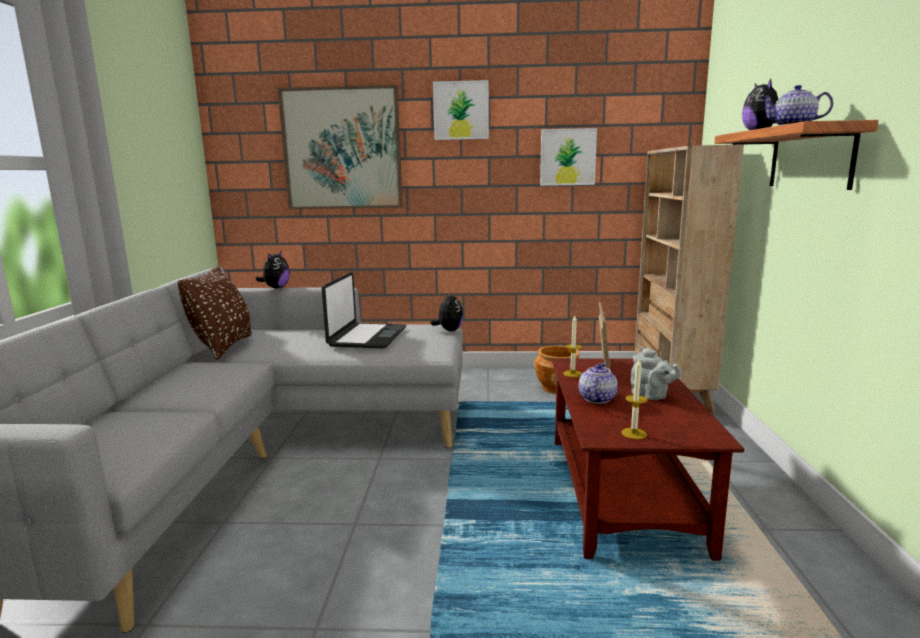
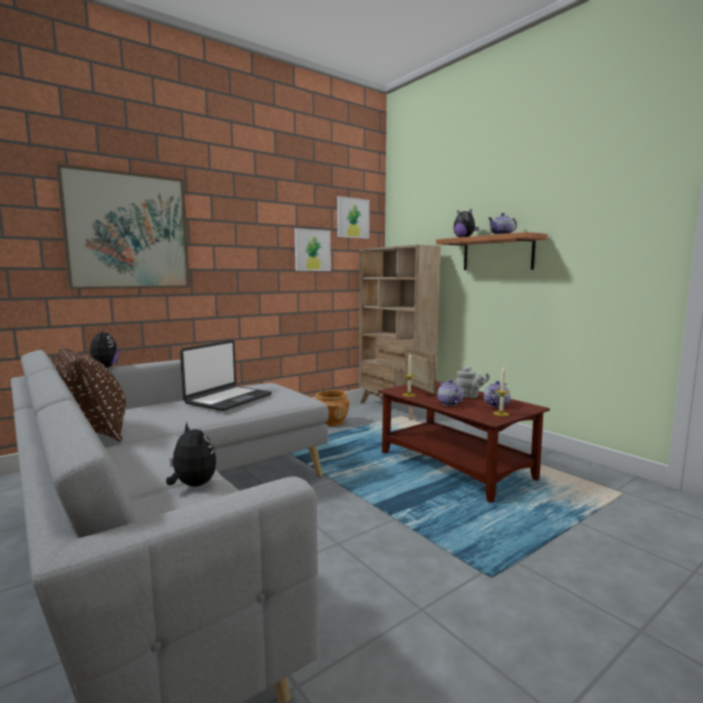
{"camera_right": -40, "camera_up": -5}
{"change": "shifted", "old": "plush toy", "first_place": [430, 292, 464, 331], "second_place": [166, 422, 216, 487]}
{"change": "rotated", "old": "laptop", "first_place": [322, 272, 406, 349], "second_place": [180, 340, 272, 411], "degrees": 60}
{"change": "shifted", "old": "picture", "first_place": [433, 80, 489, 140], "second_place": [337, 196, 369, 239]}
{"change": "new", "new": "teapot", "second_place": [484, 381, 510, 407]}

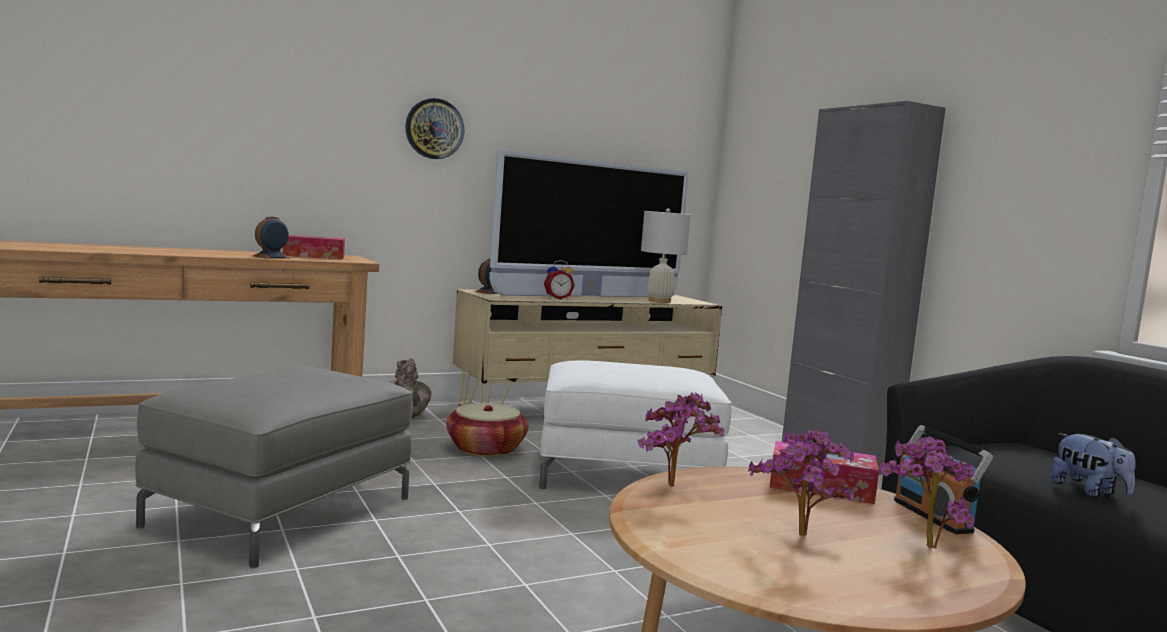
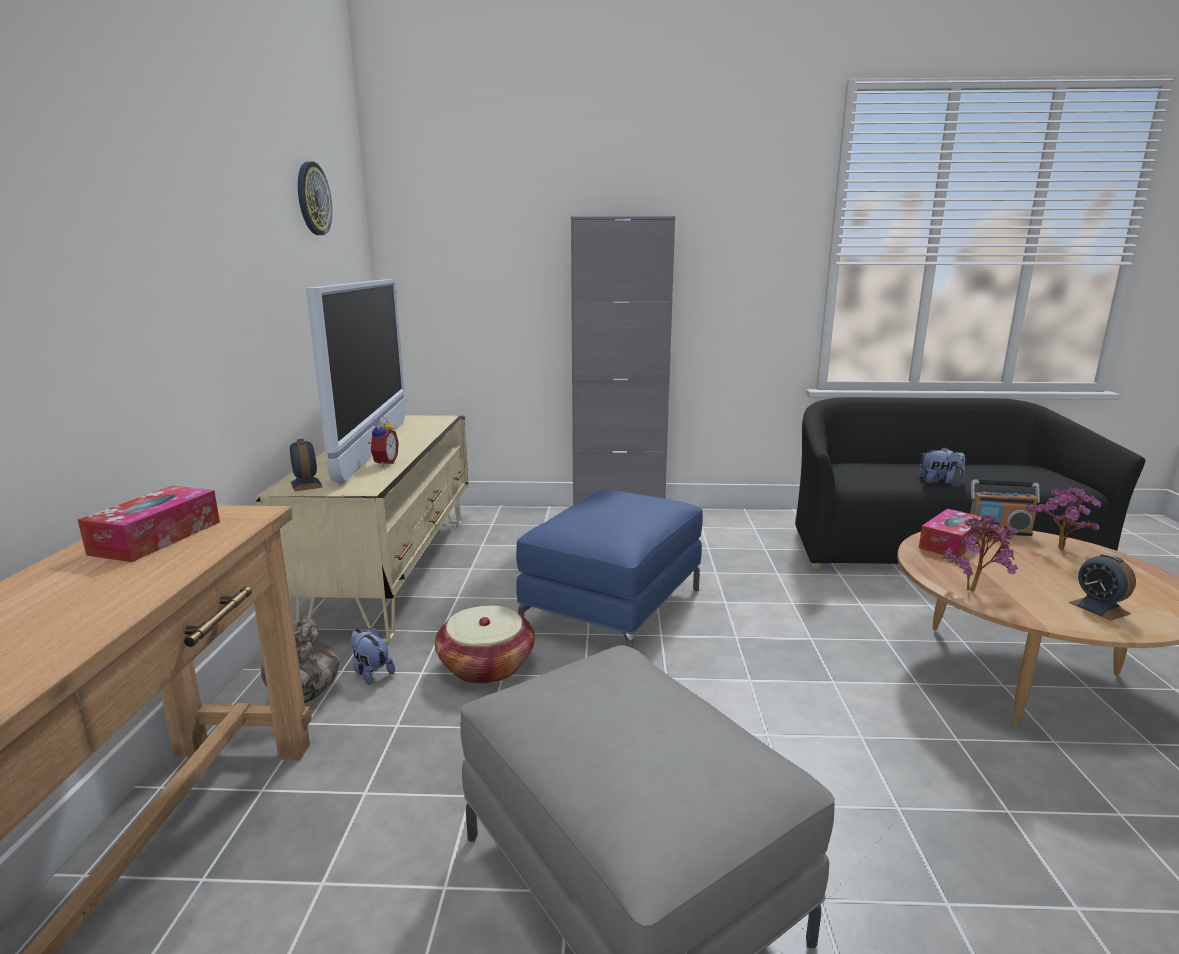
{"camera_right": -60, "camera_up": 10}
{"change": "shifted", "old": "wall clock", "first_place": [405, 98, 464, 159], "second_place": [298, 161, 332, 235]}
{"change": "new", "new": "plush toy", "second_place": [350, 627, 395, 685]}
{"change": "repainted", "old": "white ottoman", "new": "blue ottoman", "first_place": [539, 360, 731, 490], "second_place": [516, 489, 703, 649]}
{"change": "shifted", "old": "alarm clock", "first_place": [253, 217, 290, 258], "second_place": [1069, 553, 1136, 621]}
{"change": "gone", "old": "white table lamp", "first_place": [641, 209, 691, 303]}
{"change": "gone", "old": "potted plant", "first_place": [748, 430, 854, 536]}

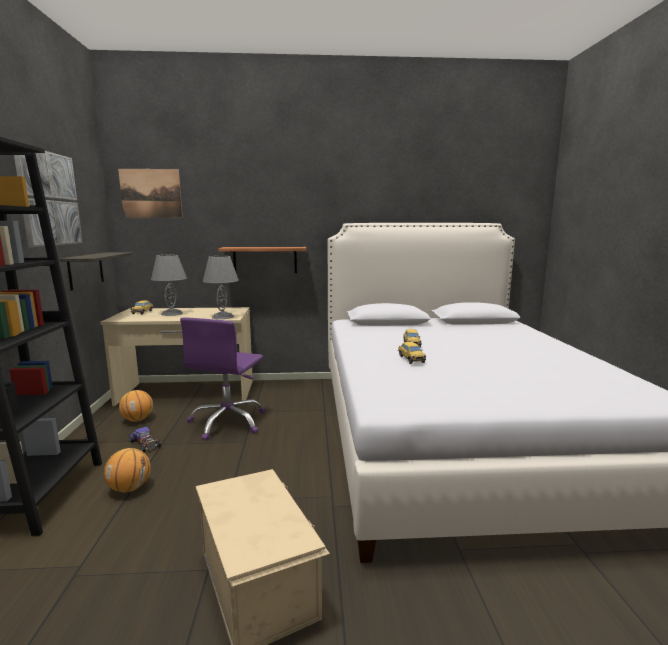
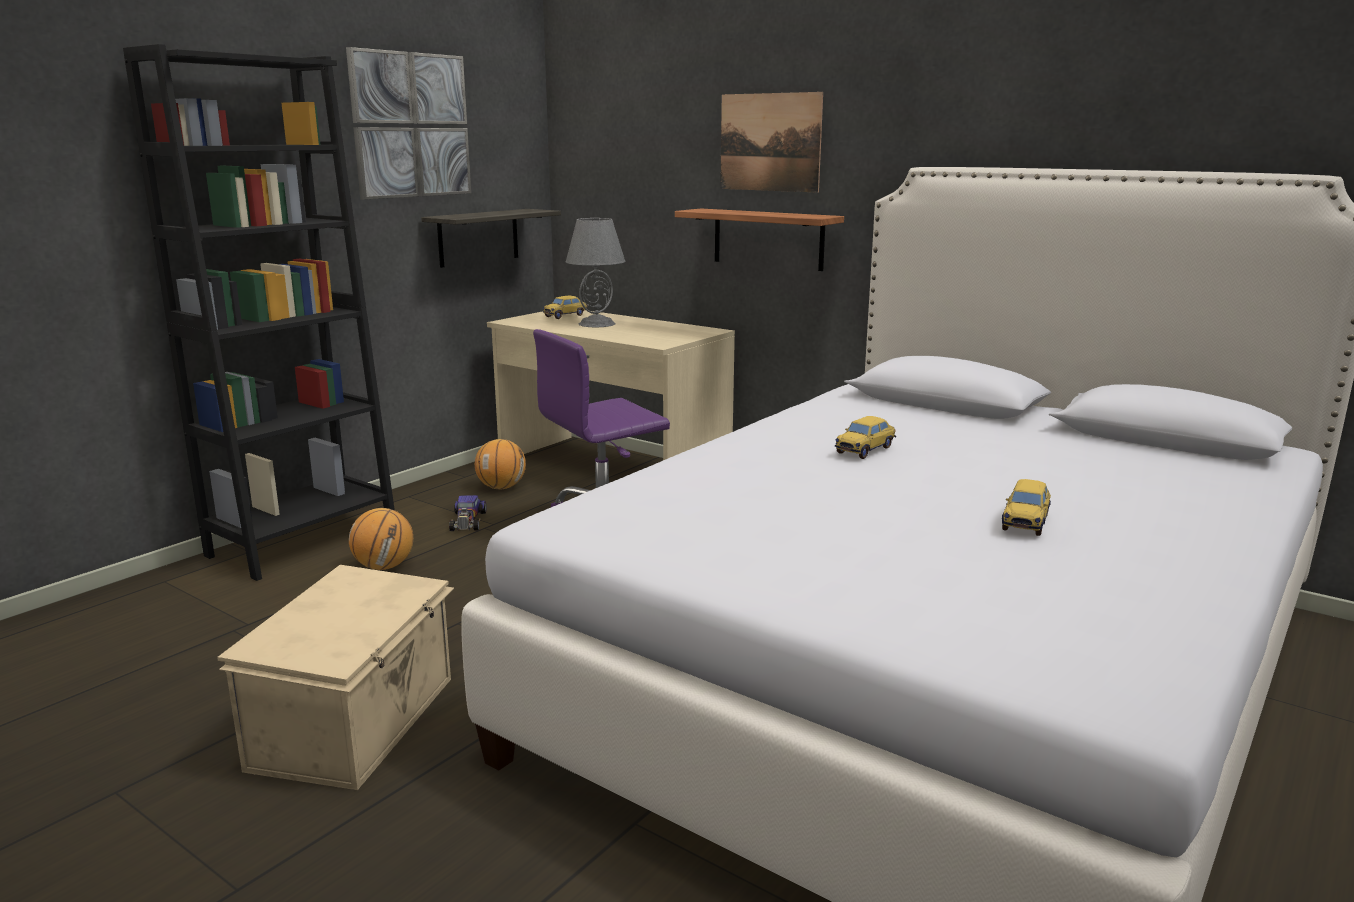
{"camera_right": 40, "camera_up": 5}
{"change": "shifted", "old": "picture", "first_place": [118, 169, 183, 218], "second_place": [720, 92, 823, 193]}
{"change": "shifted", "old": "toy car", "first_place": [398, 342, 426, 364], "second_place": [1002, 479, 1051, 536]}
{"change": "gone", "old": "grey table lamp", "first_place": [203, 256, 239, 319]}

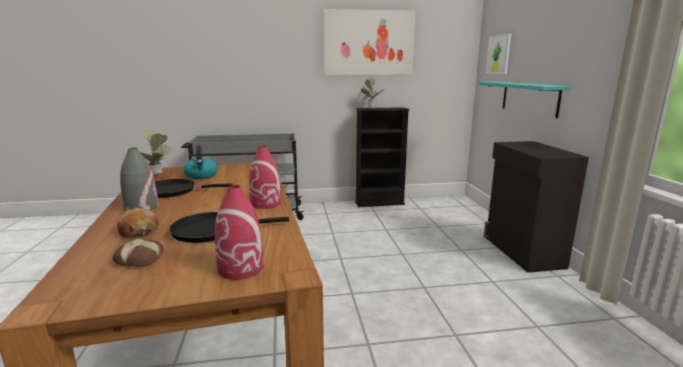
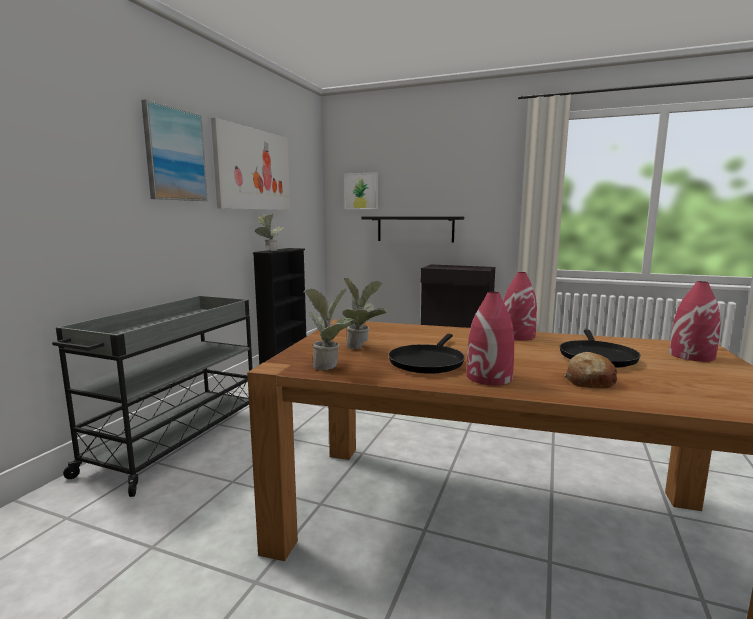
{"camera_right": -60, "camera_up": -5}
{"change": "new", "new": "picture", "second_place": [141, 99, 208, 201]}
{"change": "swapped", "old": "kettle", "new": "potted plant", "first_place": [183, 145, 218, 179], "second_place": [342, 278, 387, 349]}
{"change": "repainted", "old": "turquoise shelf", "new": "black shelf", "first_place": [479, 82, 571, 118], "second_place": [361, 217, 464, 243]}
{"change": "repainted", "old": "grey vase", "new": "red vase", "first_place": [120, 148, 158, 211], "second_place": [467, 292, 514, 385]}
{"change": "gone", "old": "bread", "first_place": [113, 239, 164, 267]}

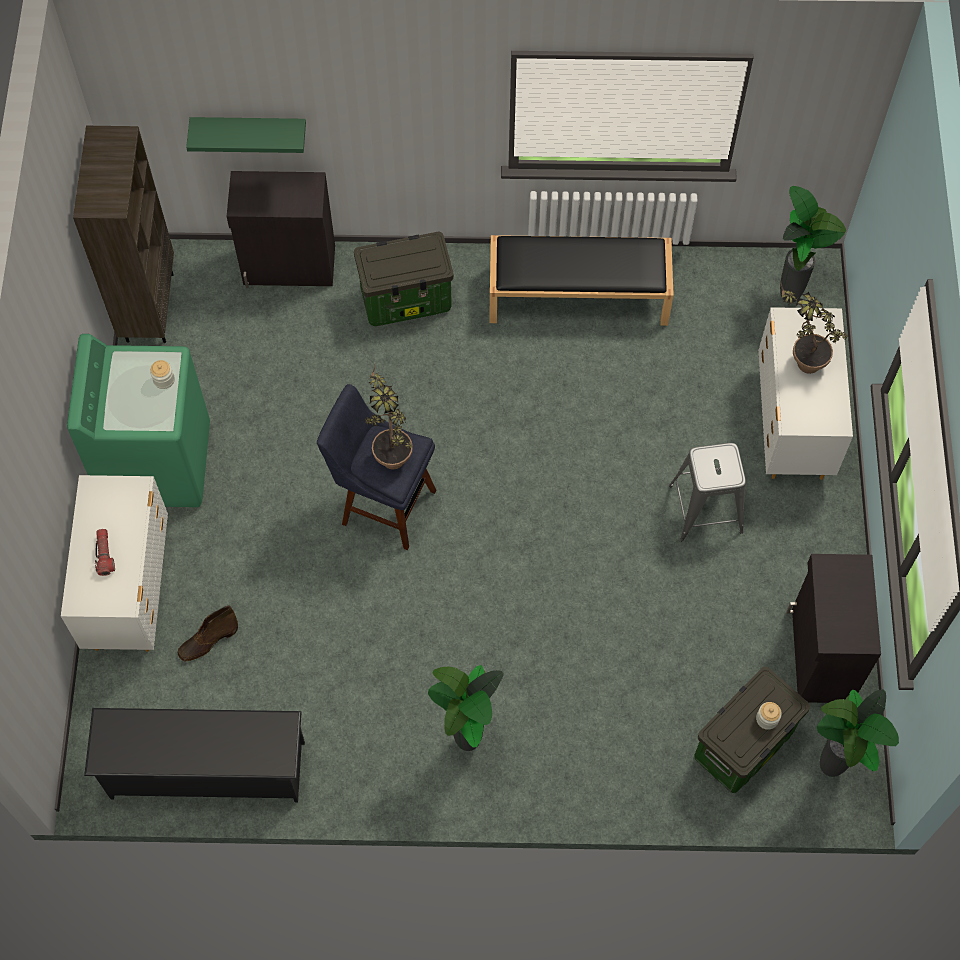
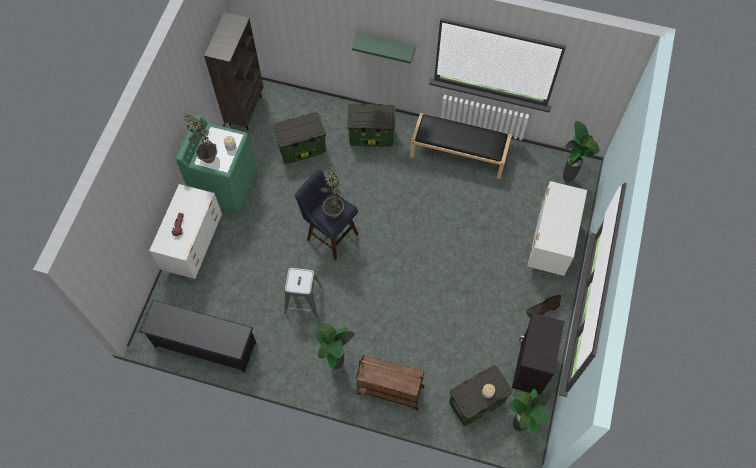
{"camera_right": 15, "camera_up": 0}
{"change": "shifted", "old": "potted plant", "first_place": [781, 283, 848, 374], "second_place": [184, 112, 217, 163]}
{"change": "new", "new": "storage box", "second_place": [273, 112, 326, 164]}
{"change": "shifted", "old": "grey stool", "first_place": [669, 443, 746, 541], "second_place": [284, 268, 323, 318]}
{"change": "shifted", "old": "green shelf", "first_place": [186, 117, 306, 153], "second_place": [352, 33, 416, 64]}
{"change": "new", "new": "brown cart", "second_place": [356, 355, 425, 410]}
{"change": "shifted", "old": "brown boot", "first_place": [178, 606, 238, 662], "second_place": [527, 295, 561, 317]}
{"change": "gone", "old": "black cabinet", "first_place": [226, 171, 335, 288]}

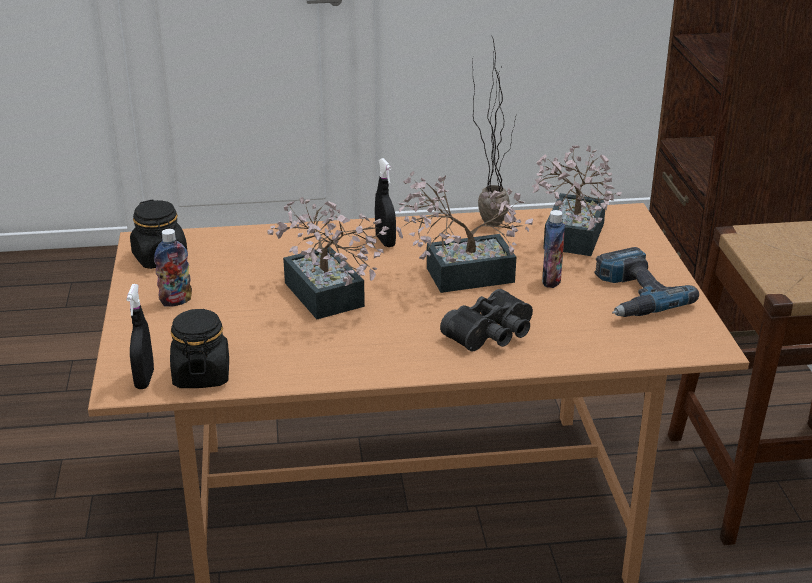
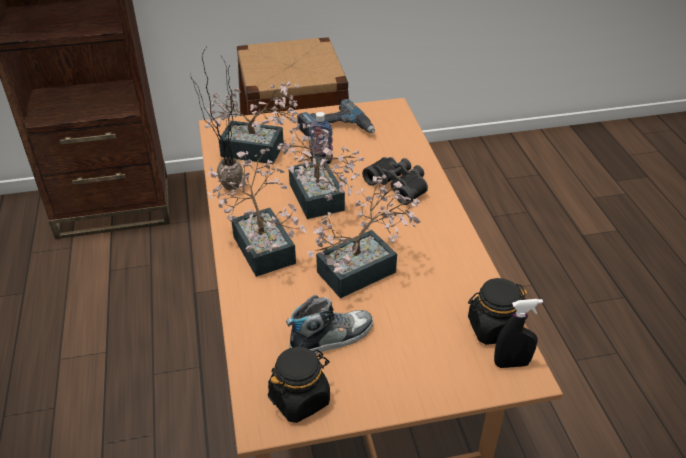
{"camera_right": -95, "camera_up": 10}
{"change": "swapped", "old": "black spray bottle", "new": "potted plant", "first_place": [375, 158, 396, 247], "second_place": [206, 148, 306, 277]}
{"change": "new", "new": "shoe", "second_place": [286, 295, 373, 354]}
{"change": "gone", "old": "bottle", "first_place": [154, 229, 192, 307]}

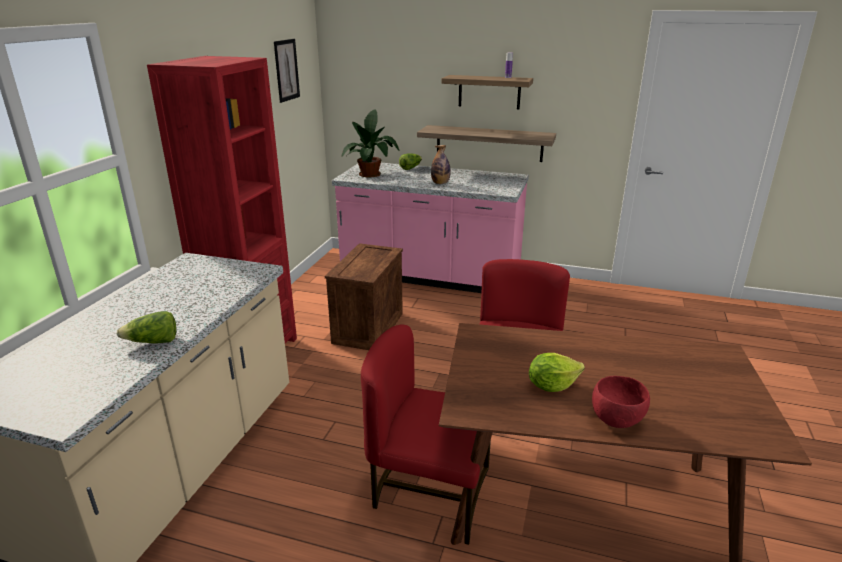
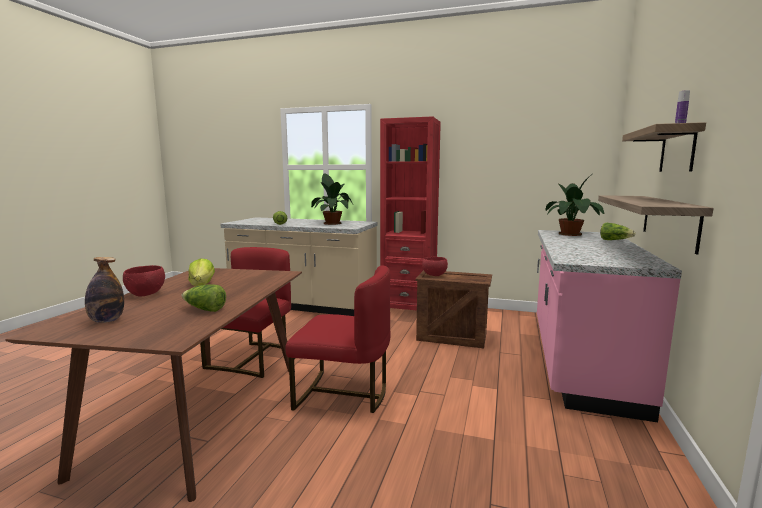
{"camera_right": 90, "camera_up": -15}
{"change": "shifted", "old": "bottle", "first_place": [431, 145, 451, 184], "second_place": [85, 257, 124, 323]}
{"change": "new", "new": "lettuce", "second_place": [182, 284, 226, 312]}
{"change": "new", "new": "potted plant", "second_place": [311, 173, 353, 225]}
{"change": "new", "new": "red bowl", "second_place": [422, 257, 448, 276]}
{"change": "gone", "old": "picture", "first_place": [274, 39, 300, 103]}

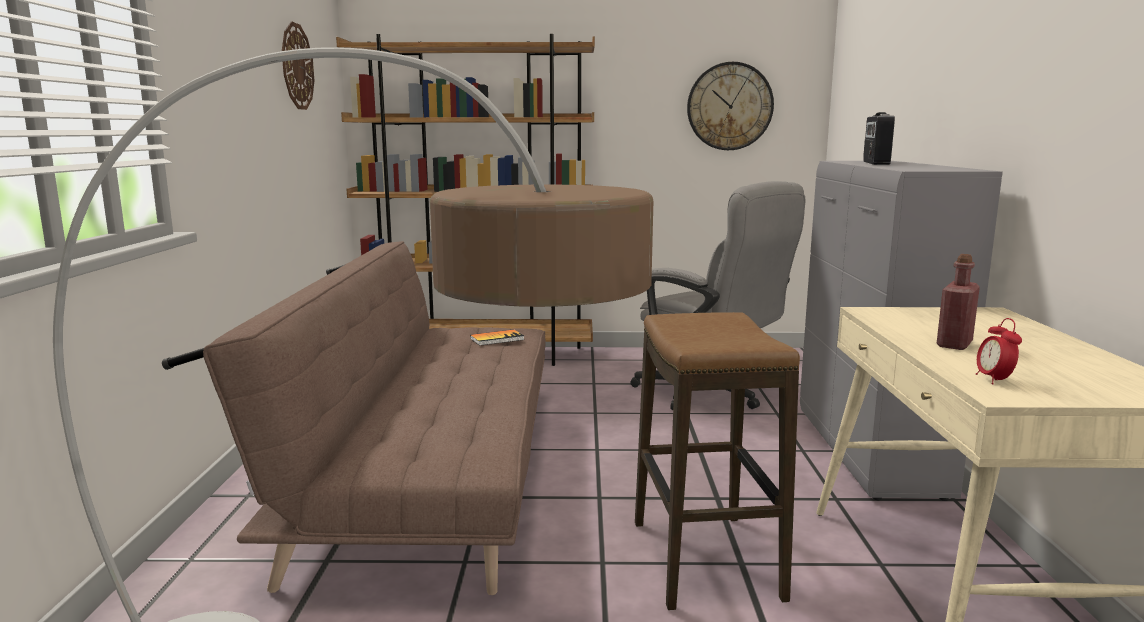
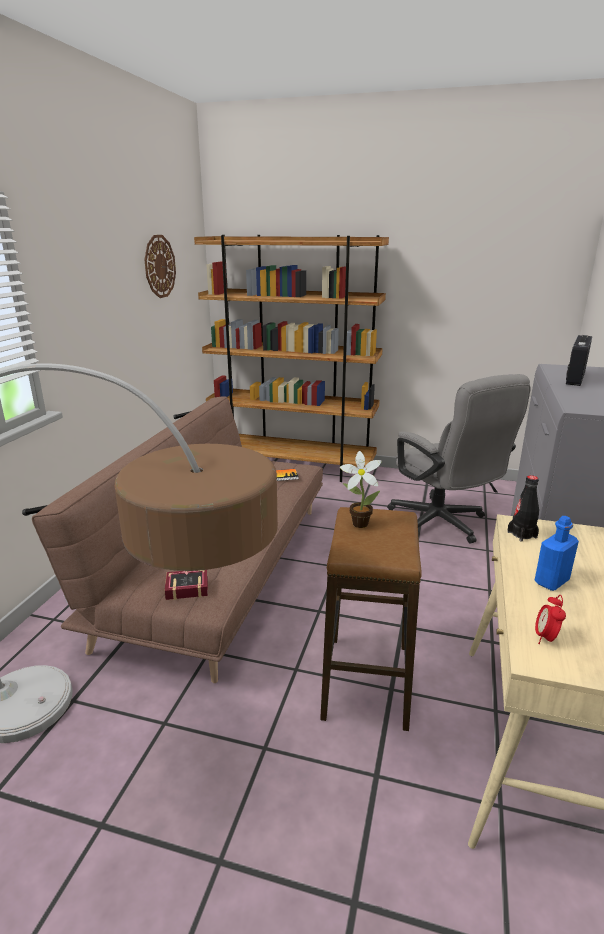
{"camera_right": 15, "camera_up": 10}
{"change": "new", "new": "book", "second_place": [165, 570, 208, 600]}
{"change": "new", "new": "potted plant", "second_place": [340, 451, 382, 528]}
{"change": "new", "new": "black bottle", "second_place": [507, 475, 539, 542]}
{"change": "repainted", "old": "red bottle", "new": "blue bottle", "first_place": [937, 254, 980, 350], "second_place": [535, 516, 579, 591]}
{"change": "gone", "old": "wall clock", "first_place": [687, 62, 774, 150]}

